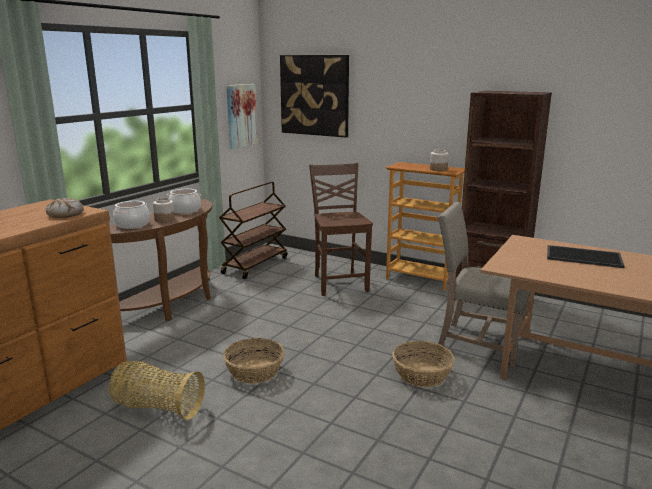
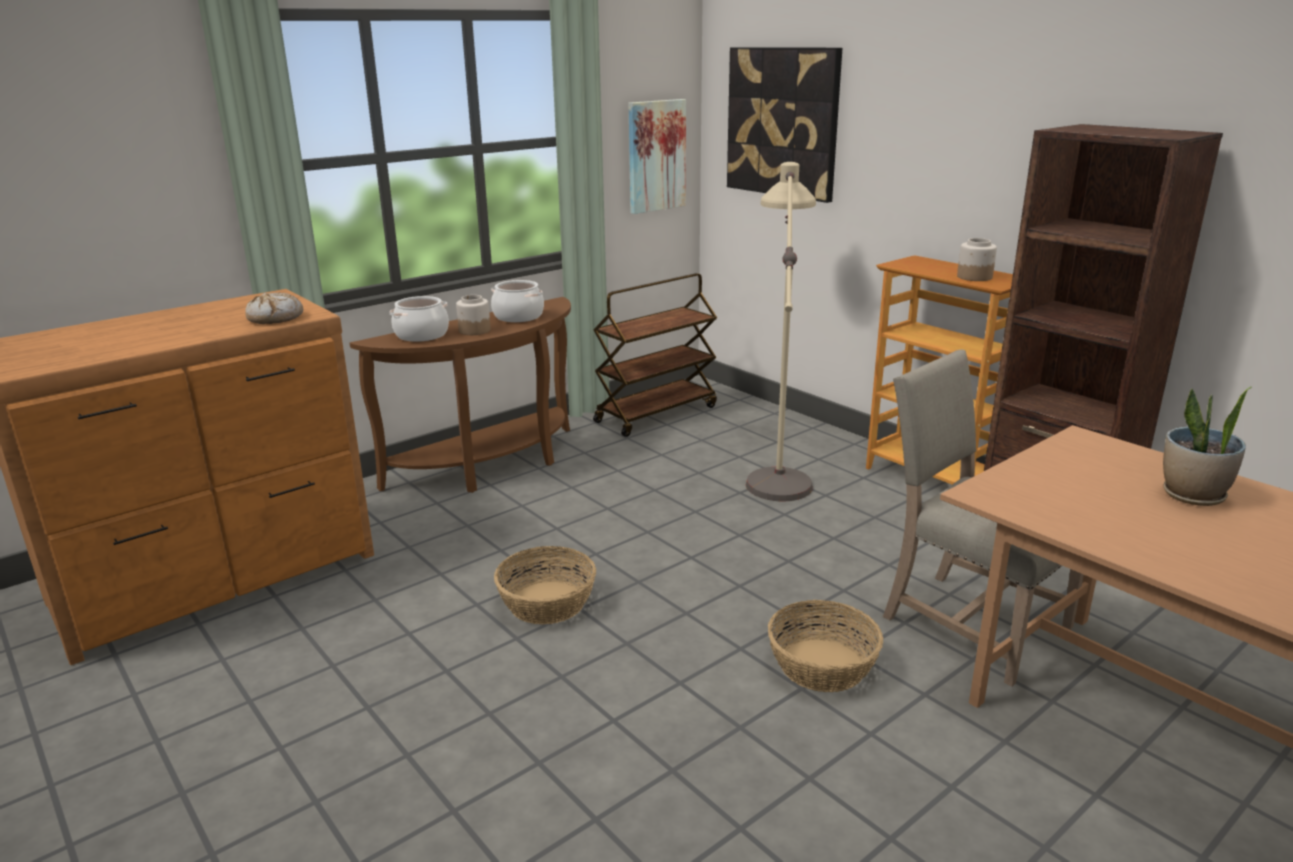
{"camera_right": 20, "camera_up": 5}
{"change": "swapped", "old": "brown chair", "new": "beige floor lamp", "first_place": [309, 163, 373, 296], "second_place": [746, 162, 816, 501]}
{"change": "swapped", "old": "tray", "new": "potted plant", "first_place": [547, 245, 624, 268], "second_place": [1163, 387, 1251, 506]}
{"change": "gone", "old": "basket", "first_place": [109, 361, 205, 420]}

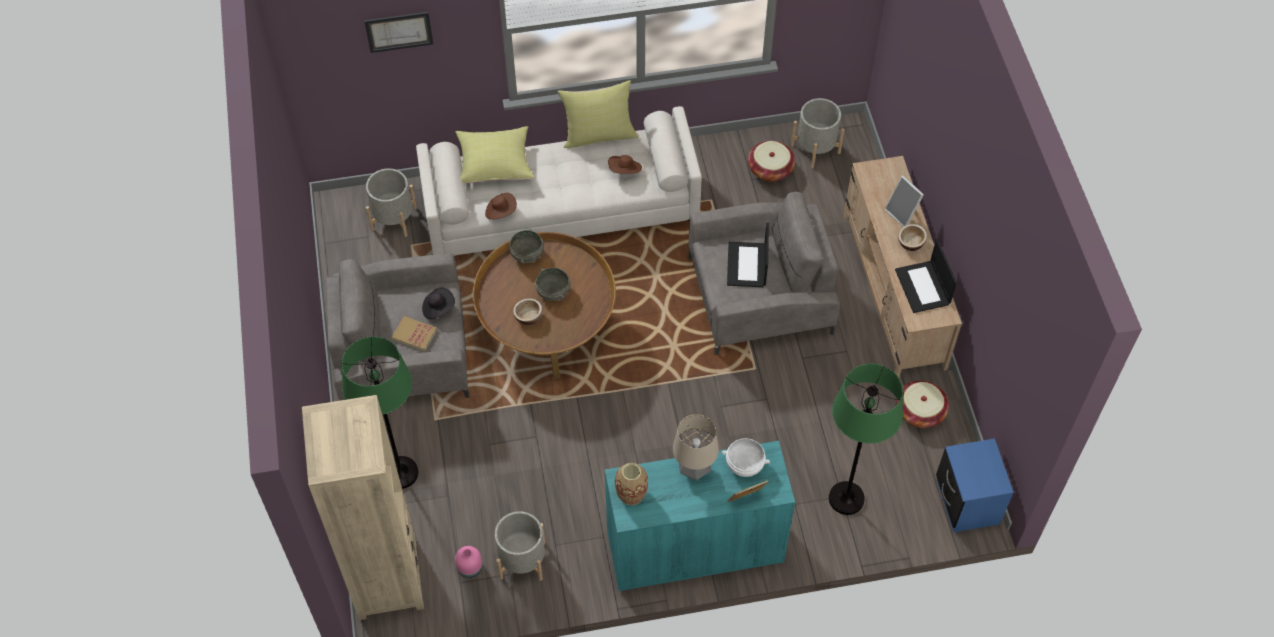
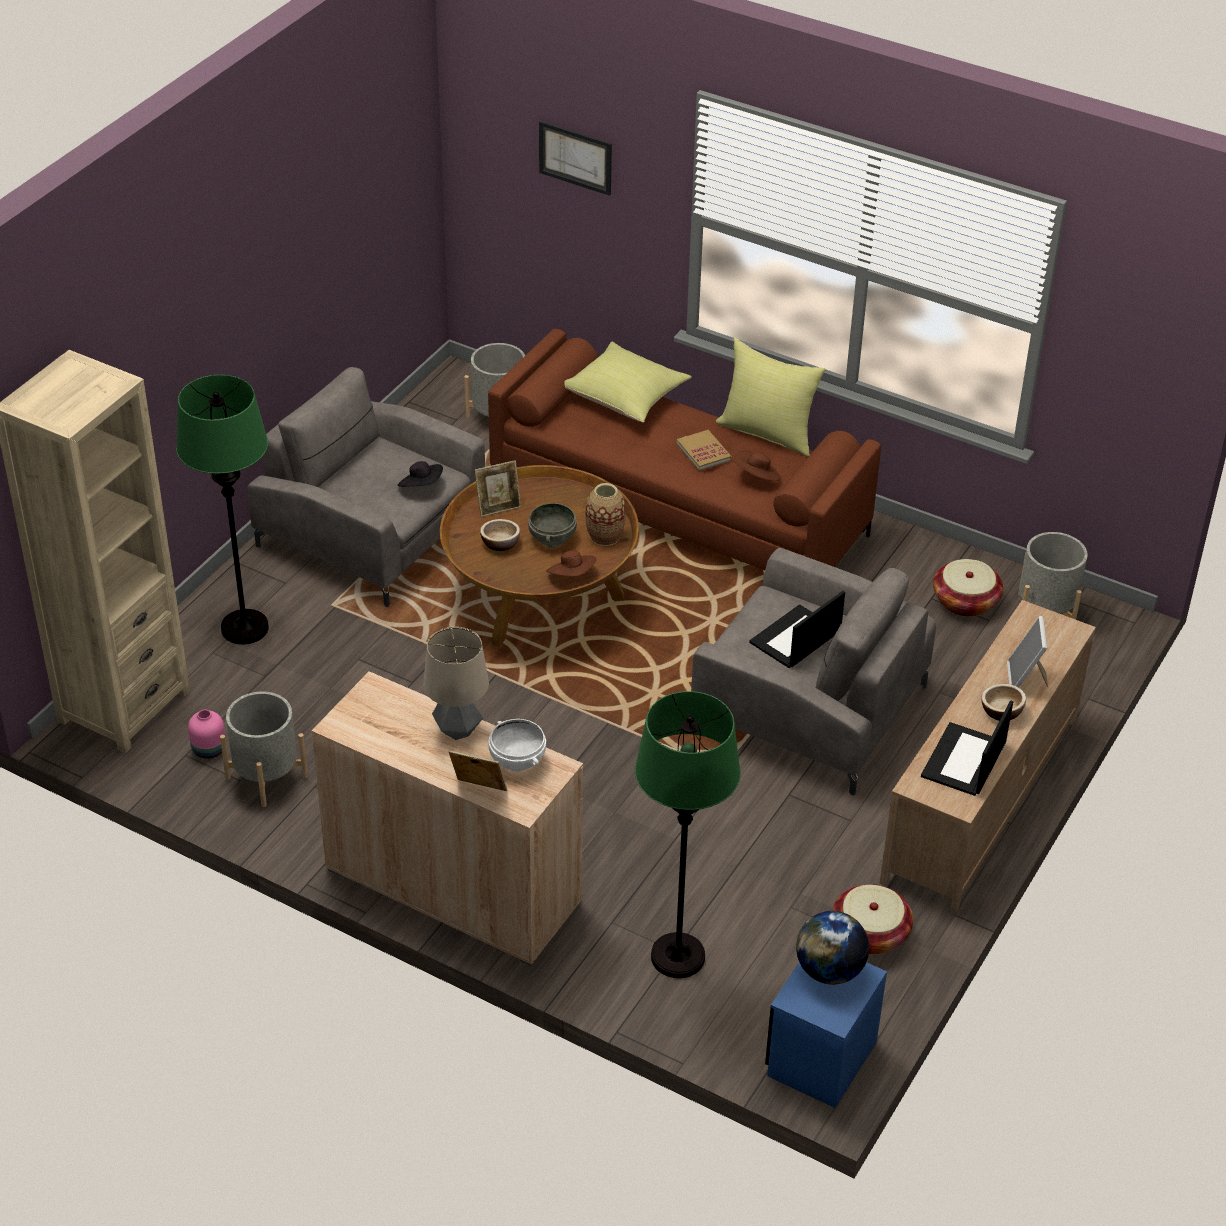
{"camera_right": 40, "camera_up": -15}
{"change": "repainted", "old": "turquoise cabinet", "new": "beige cabinet", "first_place": [605, 441, 795, 591], "second_place": [312, 671, 583, 966]}
{"change": "new", "new": "picture frame", "second_place": [475, 460, 521, 517]}
{"change": "repainted", "old": "white sofa", "new": "brown sofa", "first_place": [416, 106, 702, 256], "second_place": [488, 329, 881, 570]}
{"change": "shifted", "old": "brown hat", "first_place": [485, 193, 517, 220], "second_place": [546, 550, 596, 577]}
{"change": "shifted", "old": "vase", "first_place": [615, 463, 648, 505], "second_place": [585, 483, 626, 546]}
{"change": "shifted", "old": "book", "first_place": [391, 316, 437, 352], "second_place": [676, 430, 732, 471]}
{"change": "new", "new": "globe", "second_place": [796, 911, 869, 985]}
{"change": "gone", "old": "grey bowl", "first_place": [509, 229, 544, 264]}

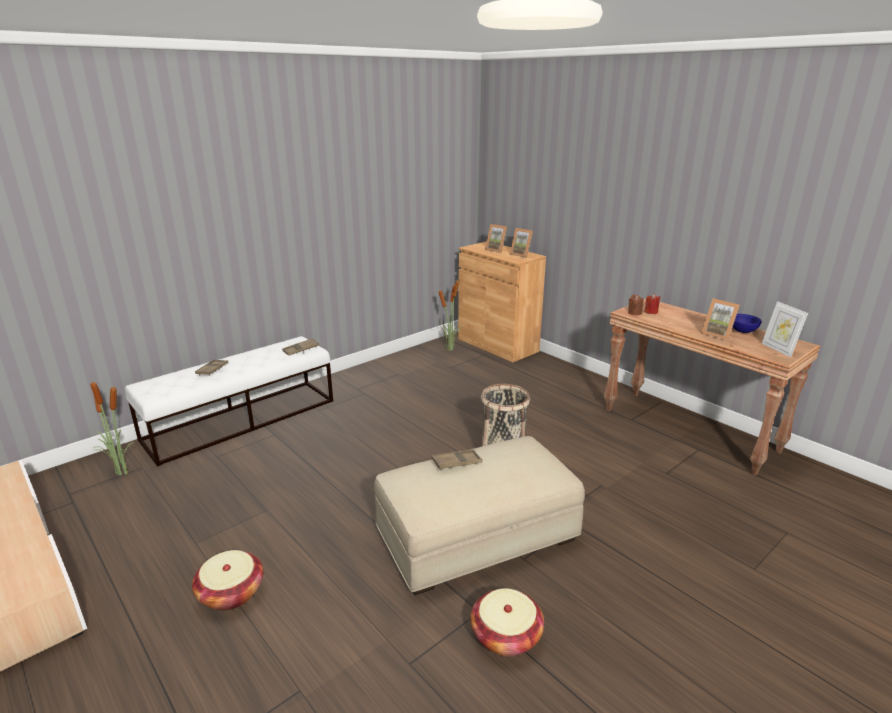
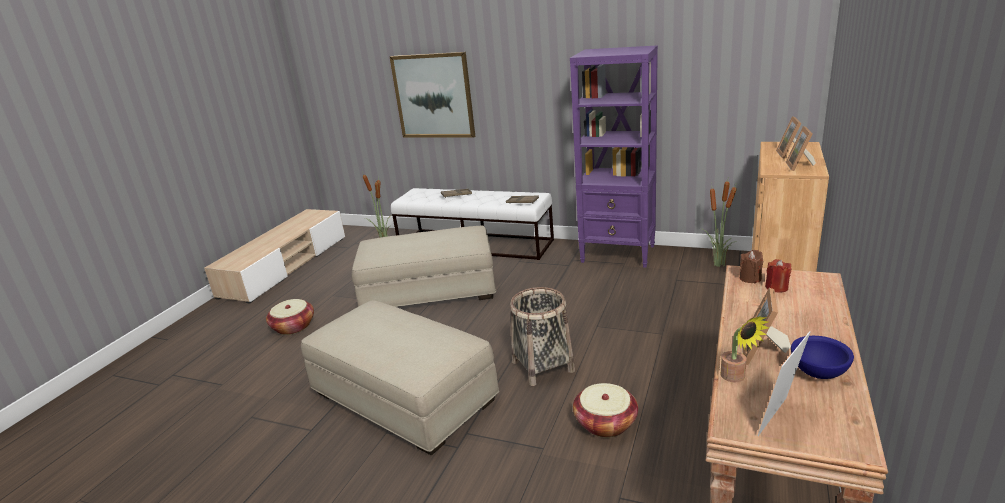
{"camera_right": 65, "camera_up": 0}
{"change": "new", "new": "beige ottoman", "second_place": [352, 226, 496, 307]}
{"change": "new", "new": "picture", "second_place": [390, 52, 475, 138]}
{"change": "new", "new": "purple bookcase", "second_place": [570, 45, 658, 268]}
{"change": "shifted", "old": "basket", "first_place": [470, 588, 544, 657], "second_place": [573, 383, 638, 438]}
{"change": "new", "new": "potted plant", "second_place": [720, 316, 769, 382]}
{"change": "gone", "old": "brown tray", "first_place": [432, 450, 482, 469]}

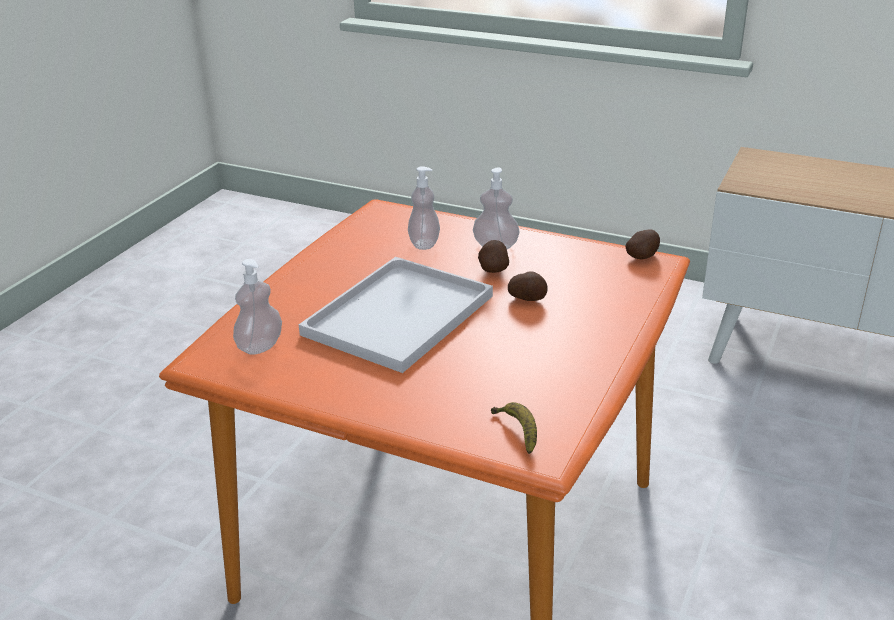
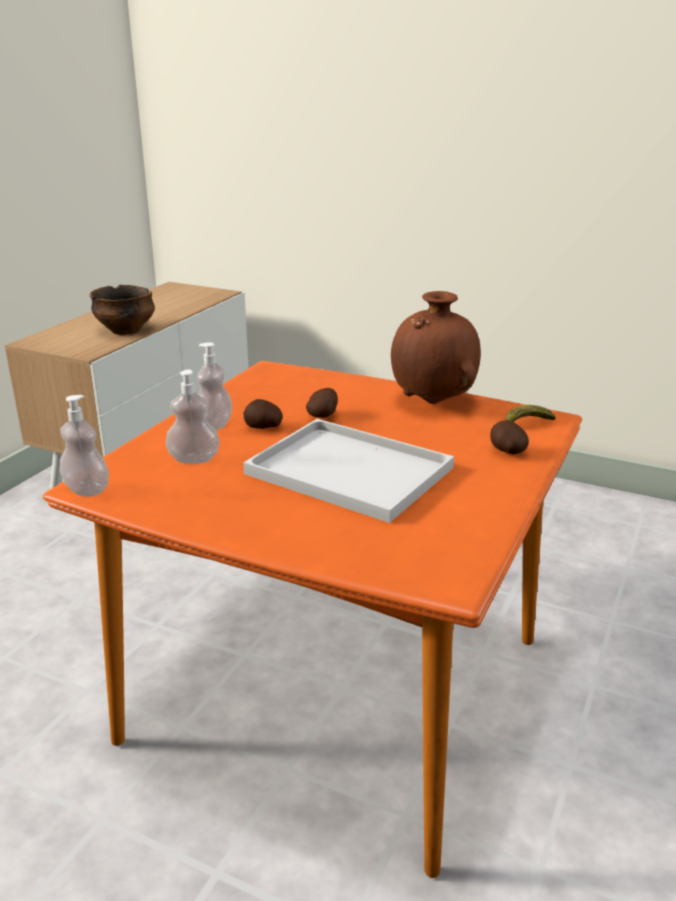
{"camera_right": -90, "camera_up": -5}
{"change": "shifted", "old": "soap dispenser", "first_place": [233, 259, 282, 355], "second_place": [60, 395, 109, 497]}
{"change": "new", "new": "bowl", "second_place": [90, 285, 155, 335]}
{"change": "new", "new": "brown vase", "second_place": [391, 291, 481, 404]}
{"change": "shifted", "old": "potato", "first_place": [625, 229, 660, 260], "second_place": [490, 420, 529, 455]}

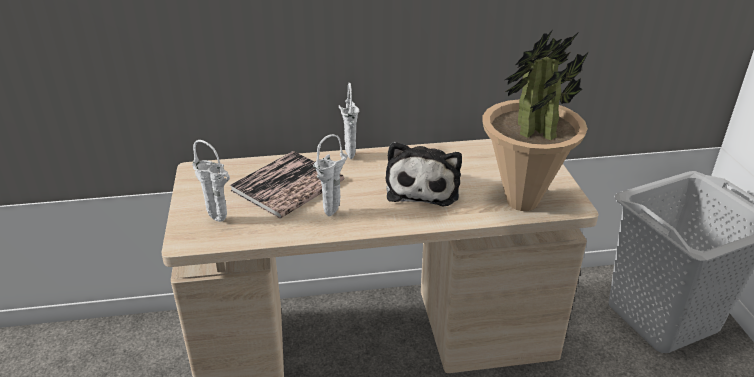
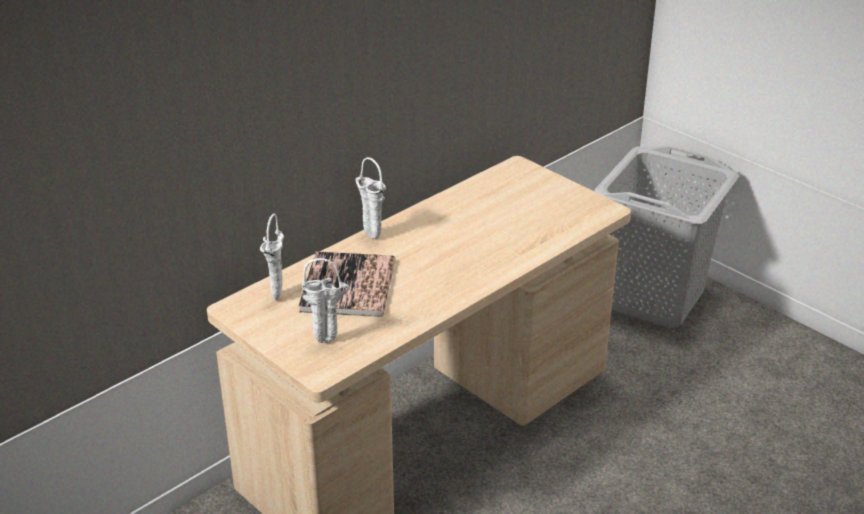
{"camera_right": -35, "camera_up": 0}
{"change": "shifted", "old": "white vase", "first_place": [313, 134, 348, 216], "second_place": [260, 214, 284, 300]}
{"change": "gone", "old": "plush toy", "first_place": [386, 141, 462, 206]}
{"change": "gone", "old": "potted plant", "first_place": [482, 31, 588, 211]}

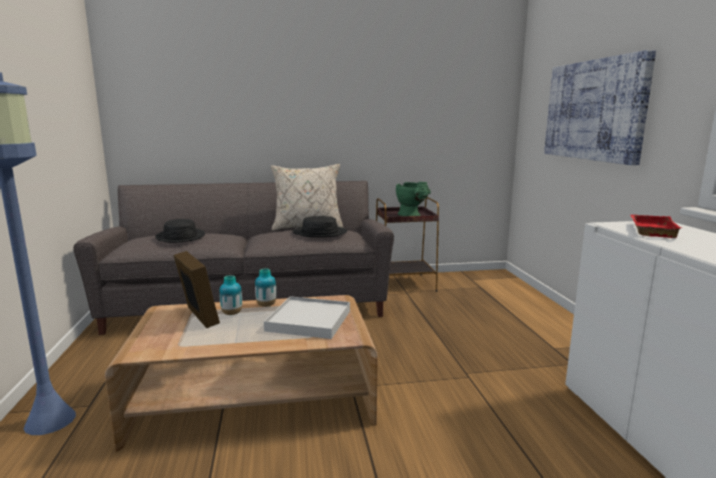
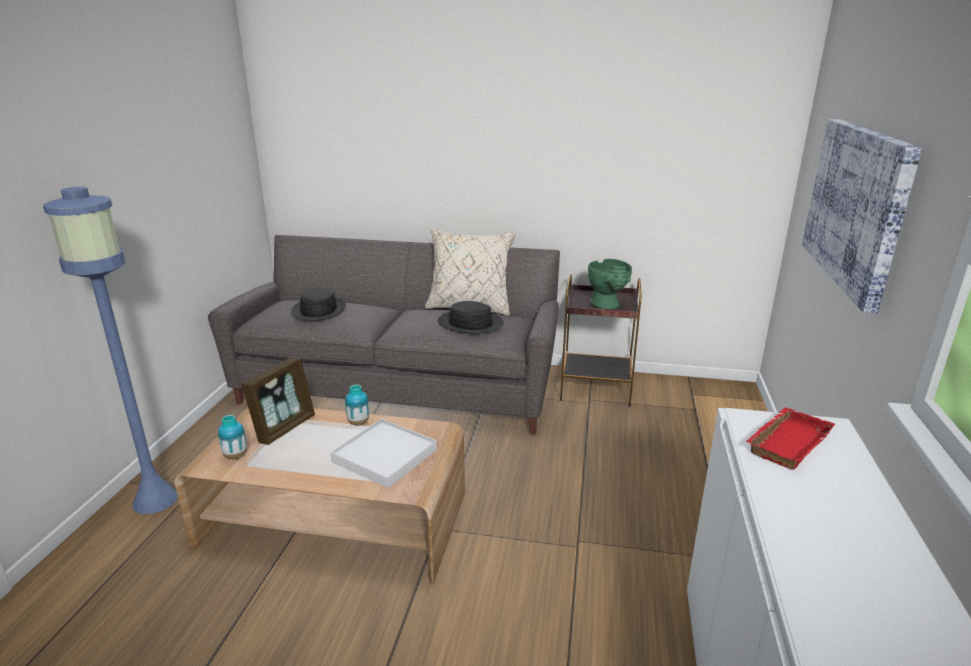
{"camera_right": 20, "camera_up": 10}
{"change": "shifted", "old": "vase", "first_place": [219, 275, 242, 315], "second_place": [218, 415, 247, 459]}
{"change": "rotated", "old": "picture frame", "first_place": [174, 251, 220, 328], "second_place": [241, 357, 315, 445], "degrees": 45}

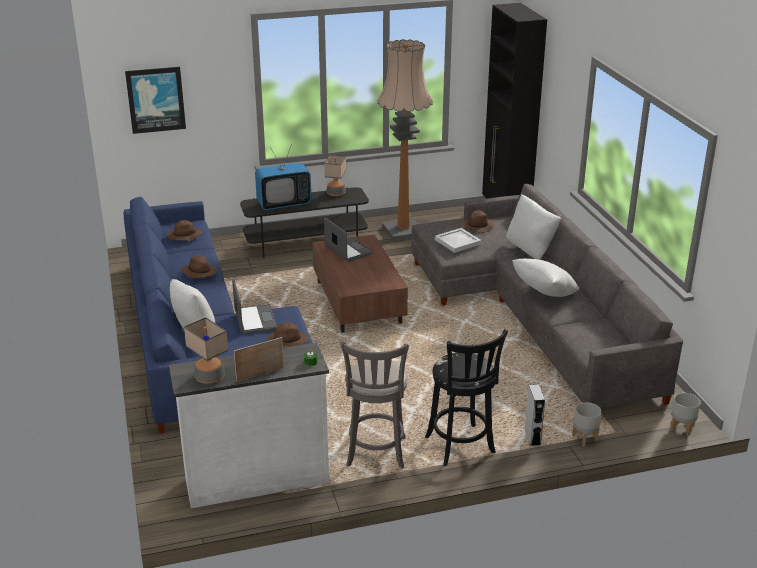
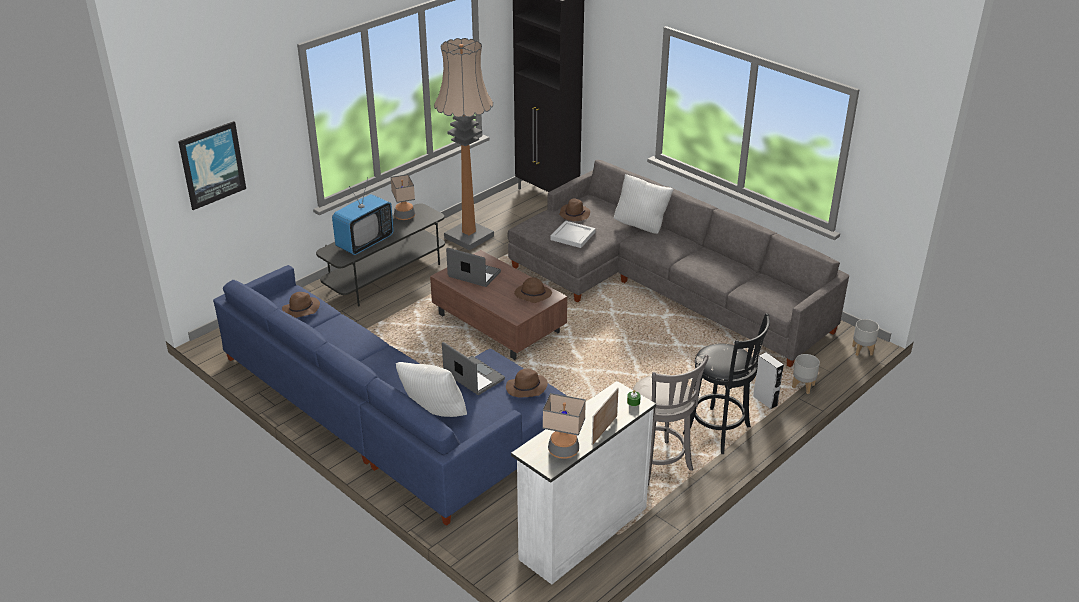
{"camera_right": -30, "camera_up": 5}
{"change": "shifted", "old": "brown hat", "first_place": [182, 255, 217, 278], "second_place": [514, 277, 552, 303]}
{"change": "gone", "old": "white pillow", "first_place": [512, 259, 579, 297]}

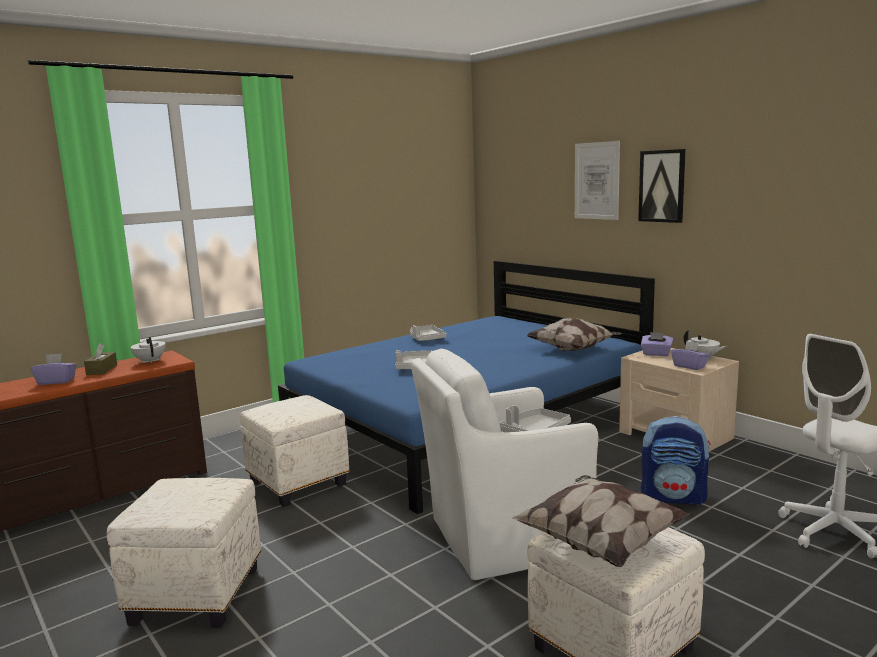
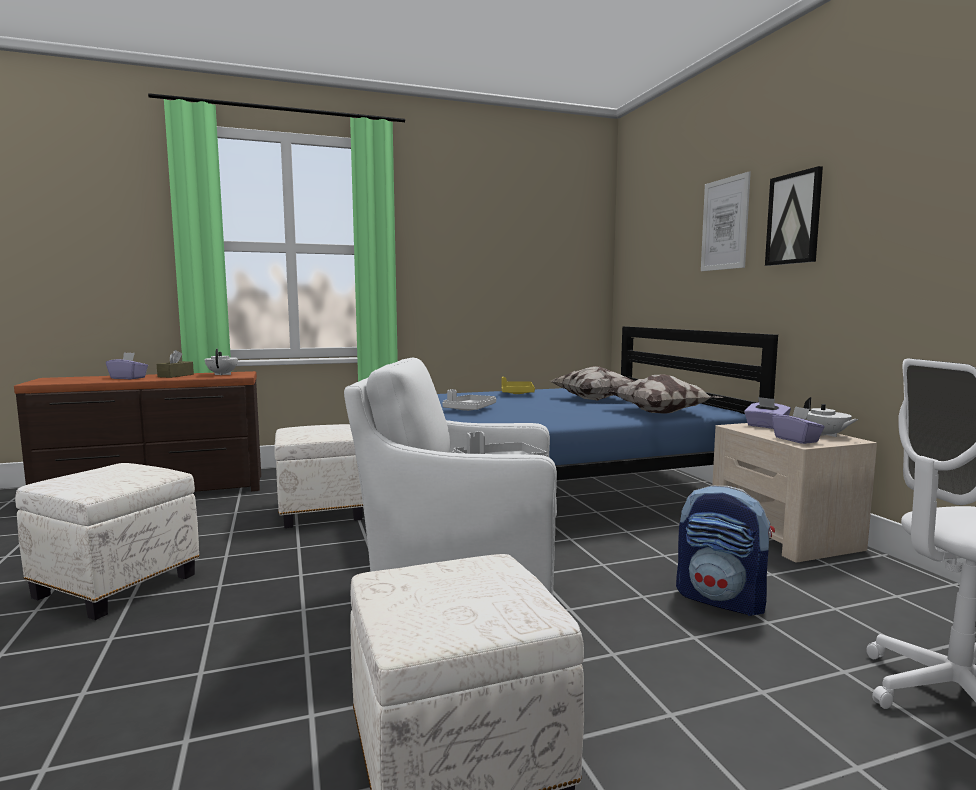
{"camera_right": 20, "camera_up": -5}
{"change": "repainted", "old": "grey tray", "new": "yellow tray", "first_place": [410, 325, 447, 341], "second_place": [501, 377, 535, 394]}
{"change": "shifted", "old": "pillow", "first_place": [512, 475, 690, 567], "second_place": [550, 366, 634, 401]}

